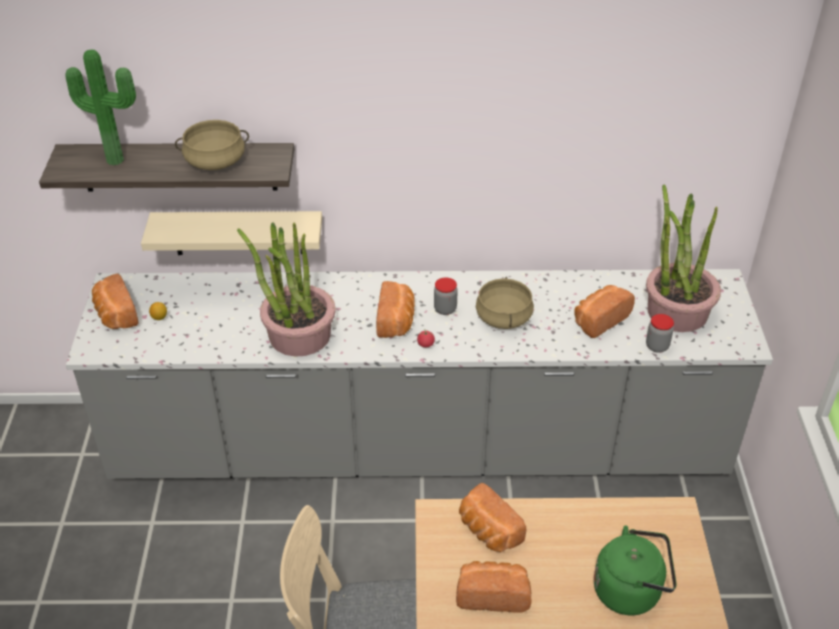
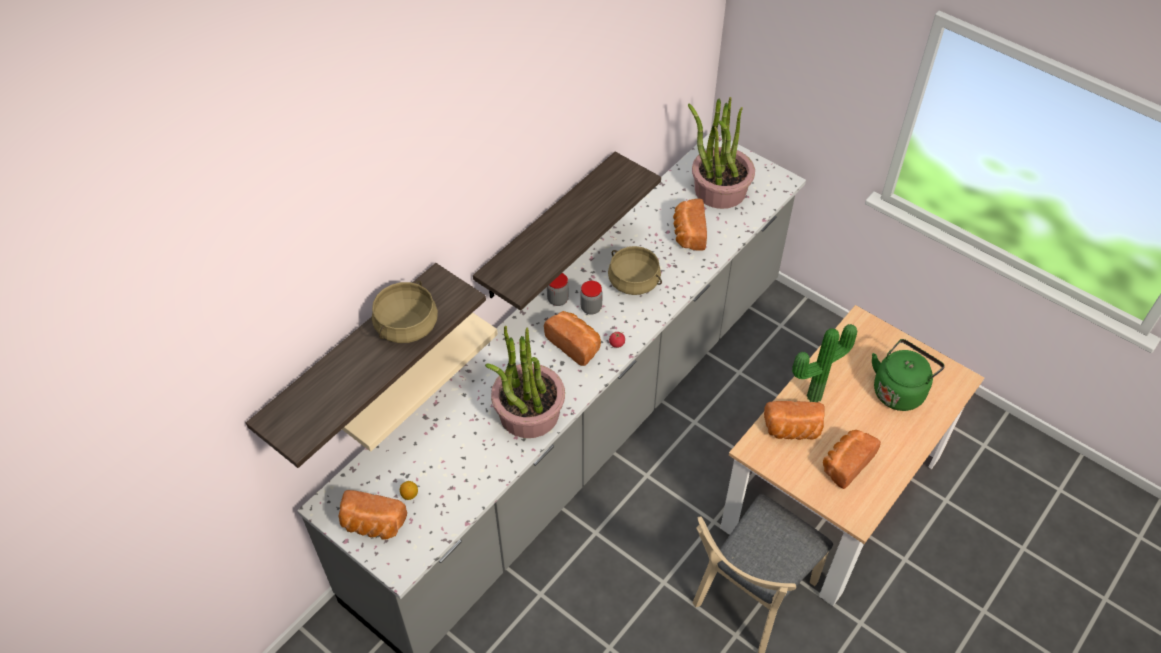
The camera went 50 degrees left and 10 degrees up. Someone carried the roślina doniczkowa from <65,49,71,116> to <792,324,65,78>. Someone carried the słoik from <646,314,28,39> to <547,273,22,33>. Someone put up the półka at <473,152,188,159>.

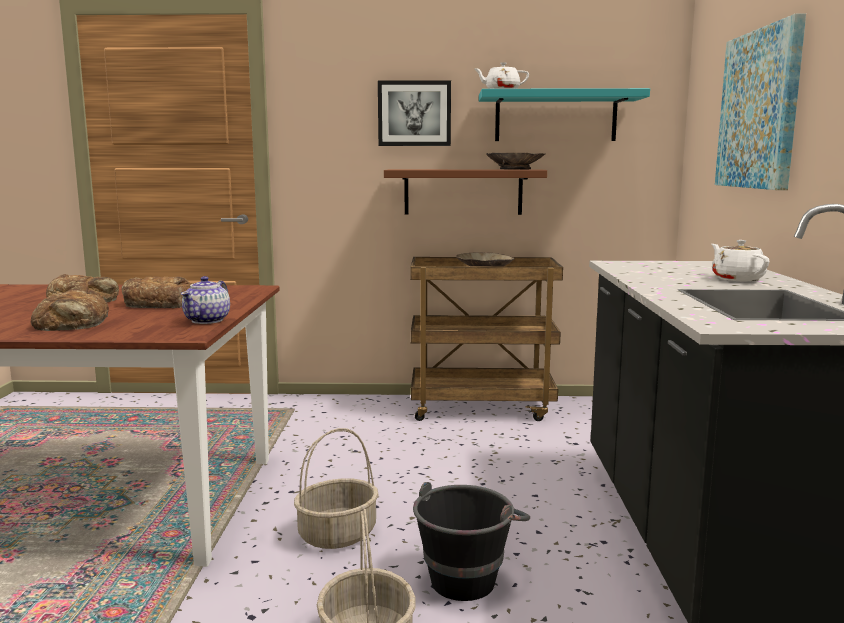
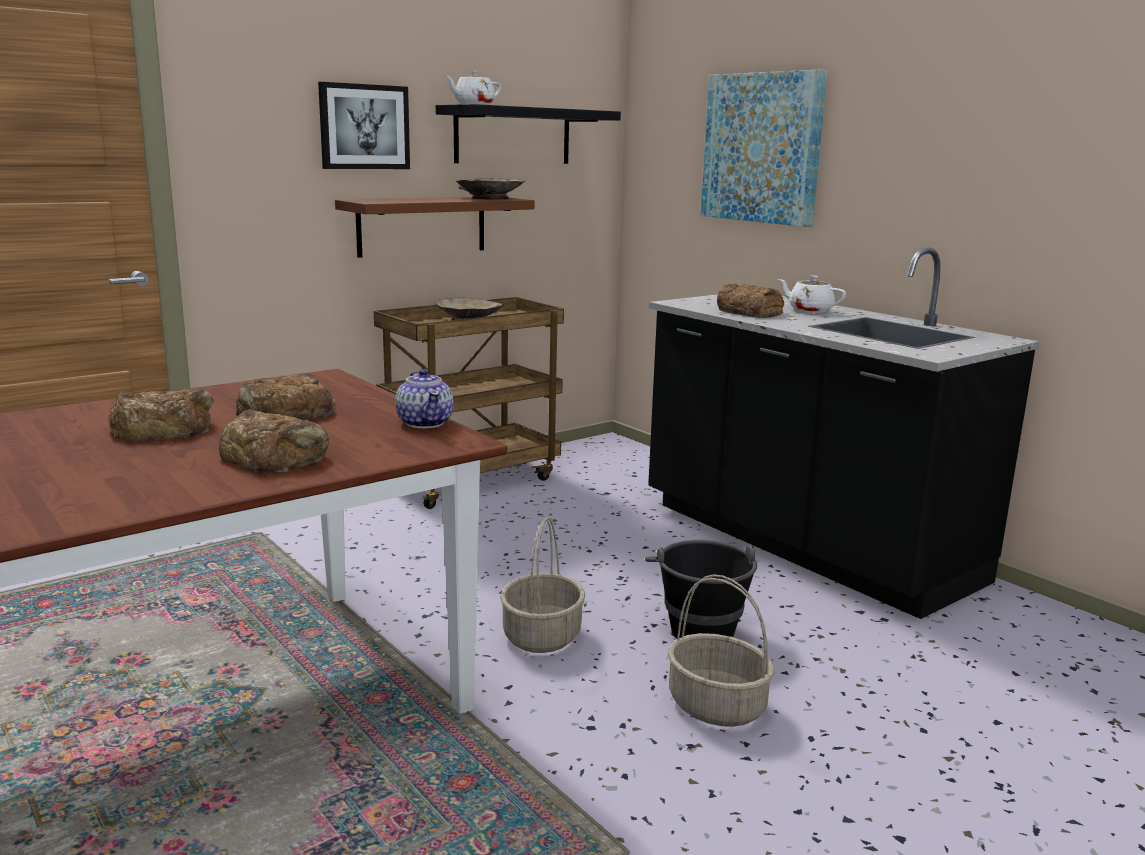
The camera went 40 degrees left and 5 degrees up. Someone repainted the półka [turkusowy] at <479,88,171,53>, which became the półka [czarny] at <436,104,185,60>. Someone put down the chleb at <717,284,67,34>.

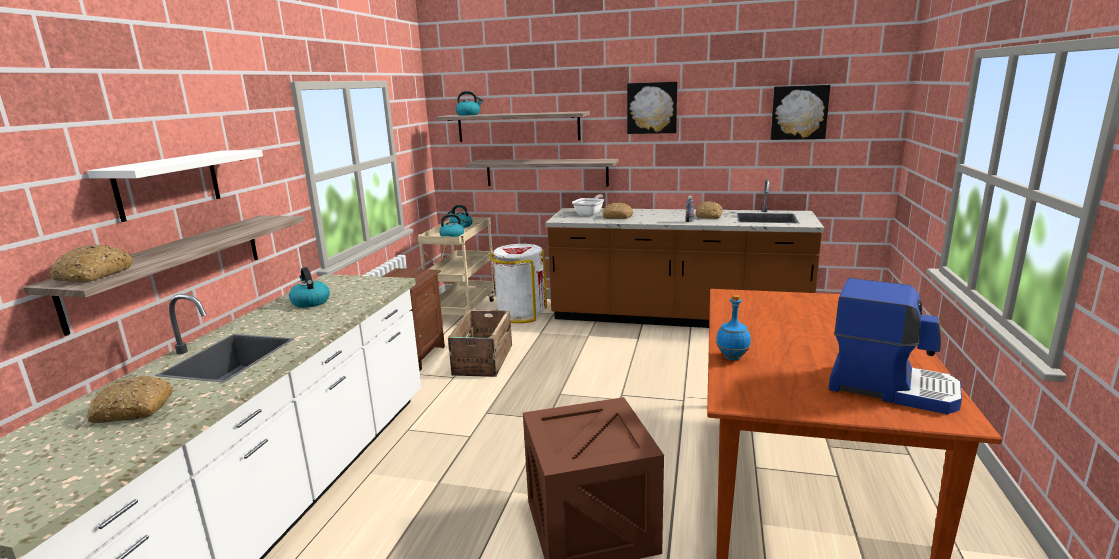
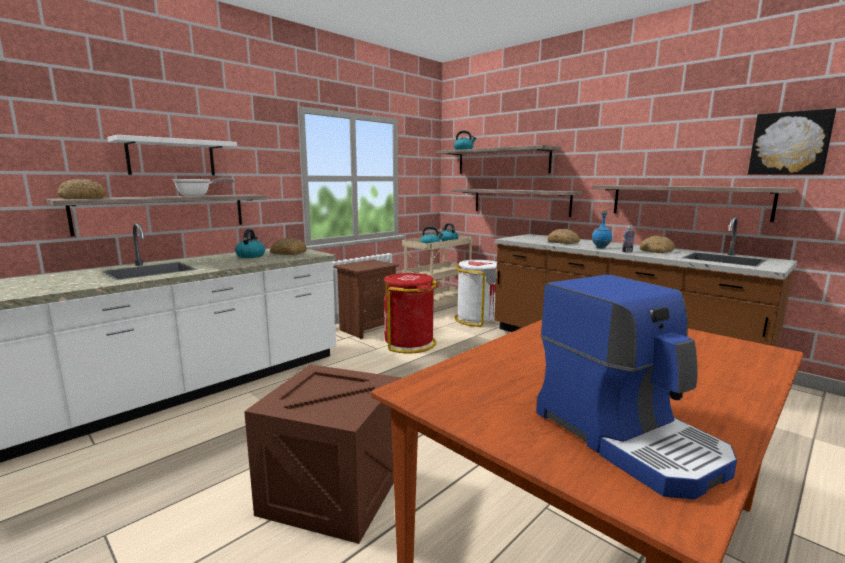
The camera went 30 degrees right and 5 degrees down. Someone took away the obraz at <627,82,51,52>. Someone carried the patelnia from <572,195,32,21> to <173,178,62,19>. Someone carried the butelka [niebieski] from <716,295,35,65> to <592,210,20,38>. Someone swapped the skrzynka at <448,310,64,67> for the kosz na śmieci [czerwony] at <384,273,54,81>. Someone carried the chleb from <87,376,86,47> to <270,238,37,17>. Someone put up the półka at <592,185,204,37>.

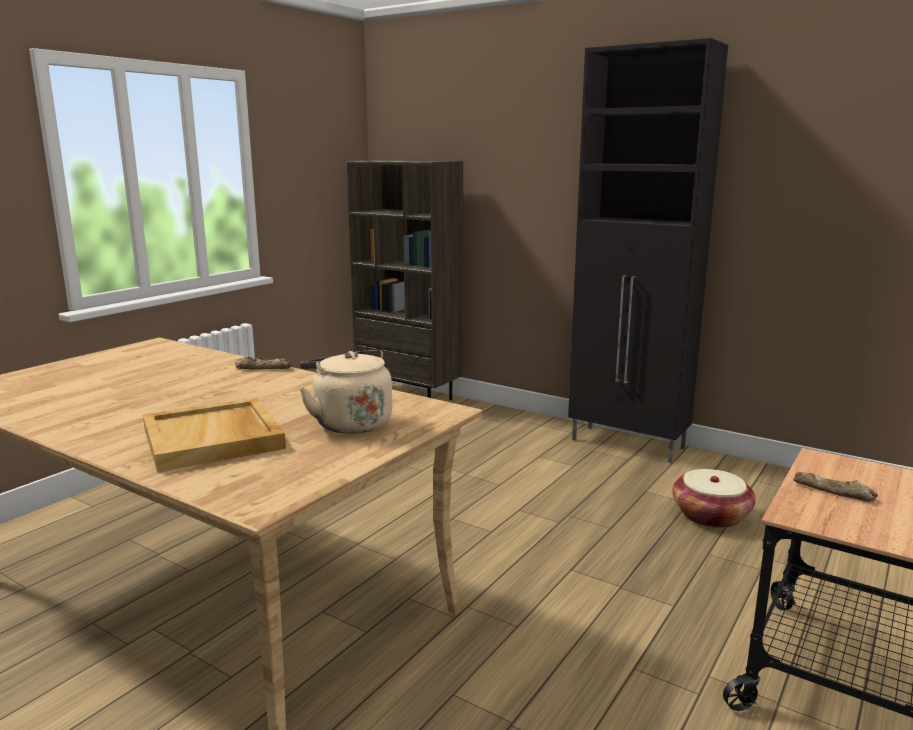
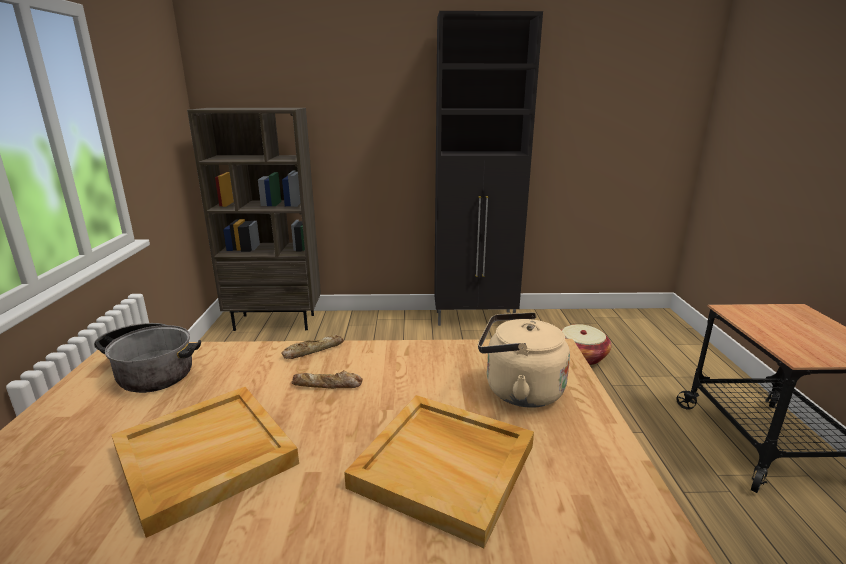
The camera went 35 degrees left and 5 degrees up. Someone carried the chleb from <793,472,85,30> to <291,370,72,19>. Someone put down the garnek at <94,323,107,70>. Someone put down the taca [beżowy] at <111,387,188,151>.

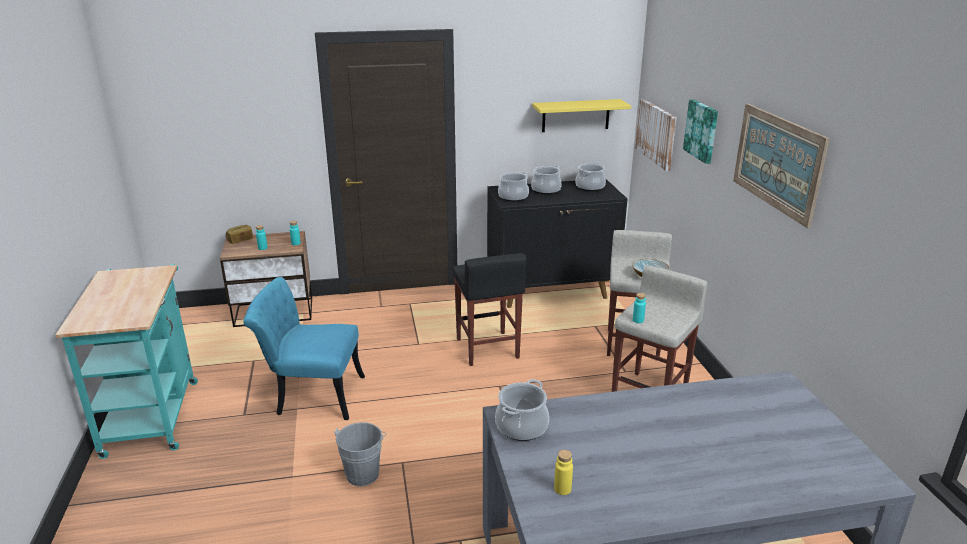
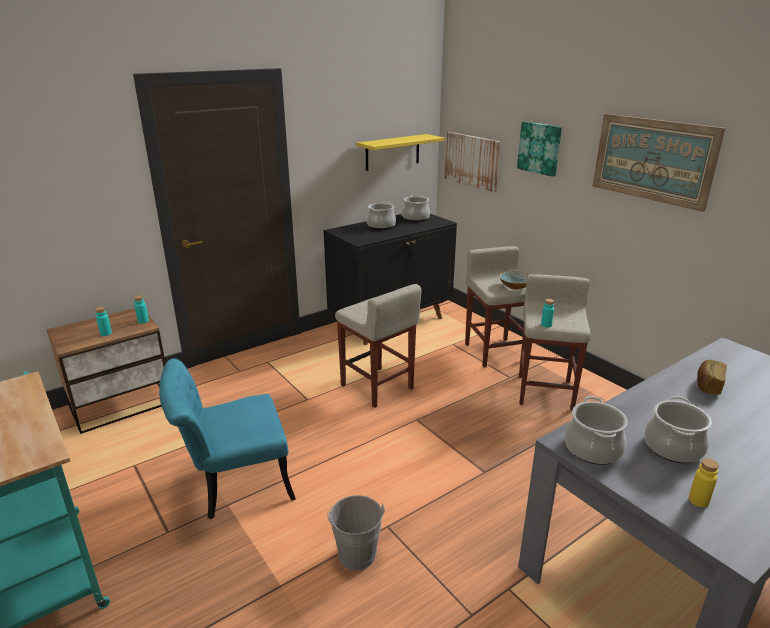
The camera went 25 degrees left and 0 degrees up. Someone carried the garnek from <498,172,31,30> to <644,396,68,67>. Someone carried the chleb from <226,225,27,19> to <697,360,30,35>. Someone repainted the stołek [czarny] at <453,253,73,113>, which became the stołek [beżowy] at <335,284,86,124>.

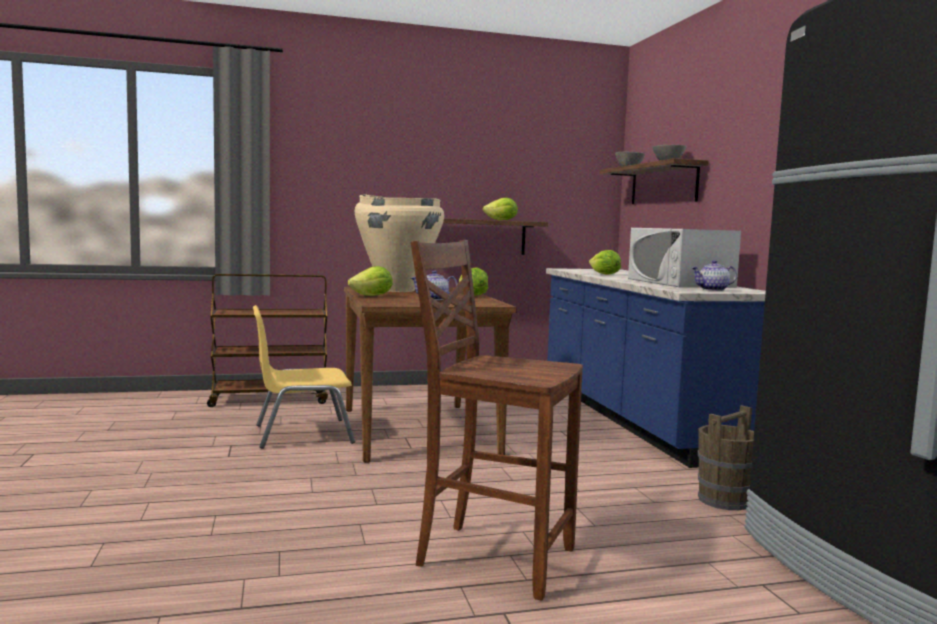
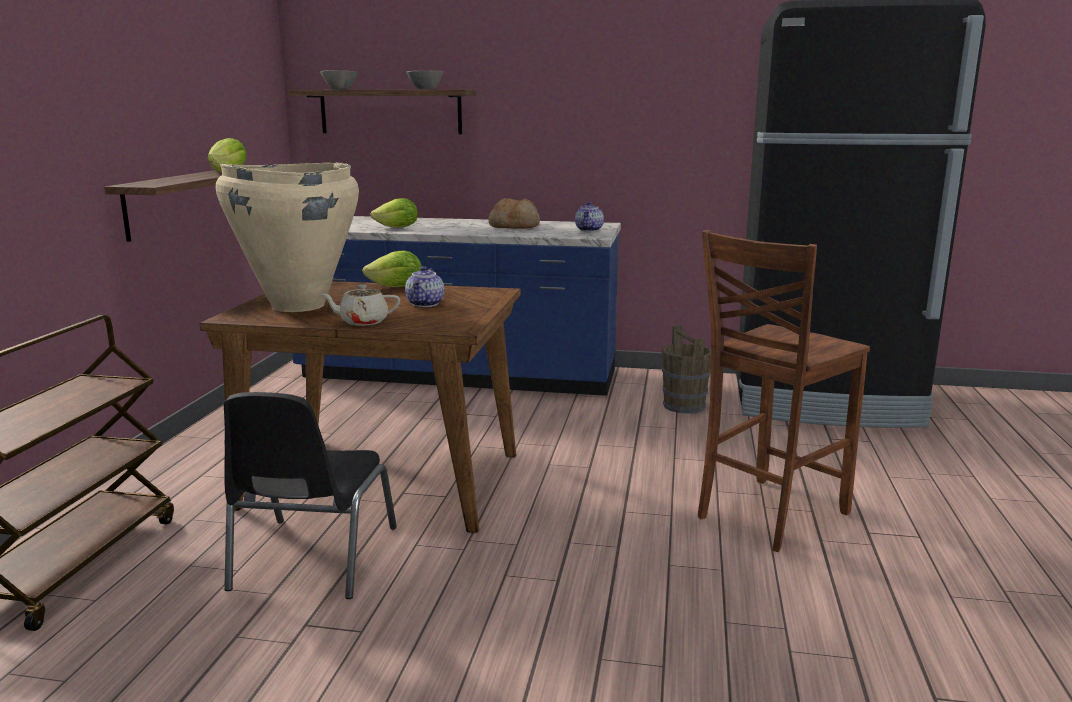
The camera went 65 degrees left and 10 degrees up. Someone swapped the mikrofalówka [biały] at <628,228,113,60> for the chleb at <489,198,51,31>. Someone swapped the sałata at <348,266,45,30> for the imbryk [beżowy] at <320,284,80,42>. Someone repainted the krzesło [żółty] at <253,305,102,144>, which became the krzesło [czarny] at <224,392,173,207>.

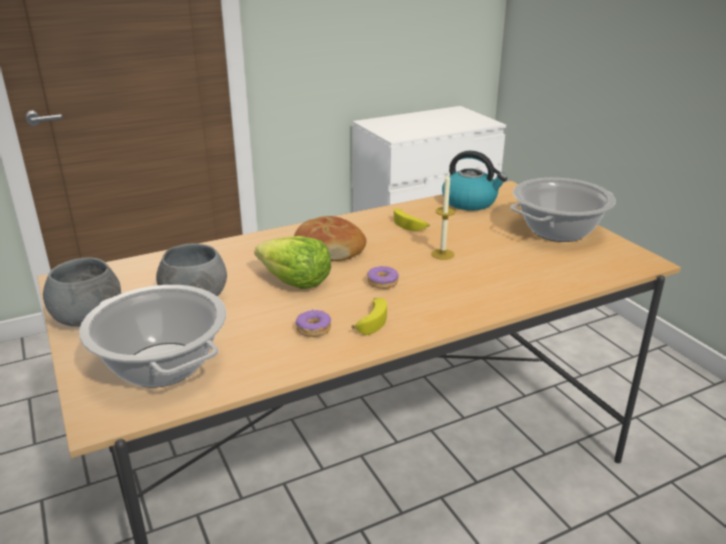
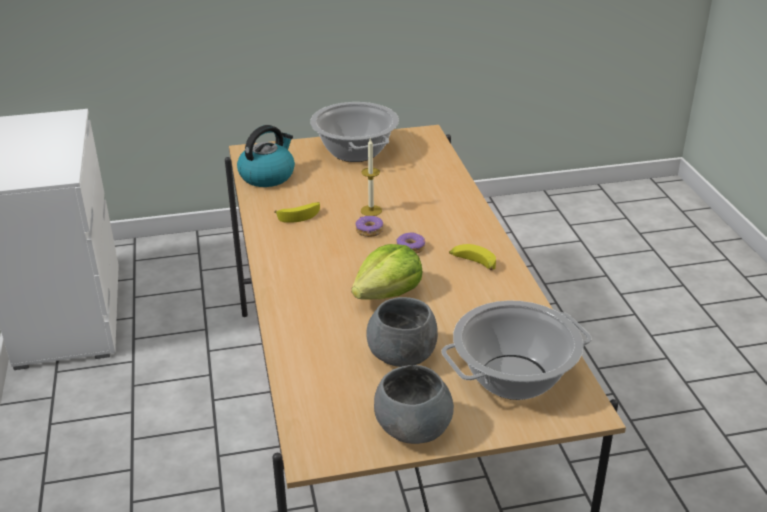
The camera went 75 degrees left and 5 degrees up. Someone took away the chleb at <294,216,72,45>. Someone carried the donut from <295,309,36,28> to <356,216,28,21>.

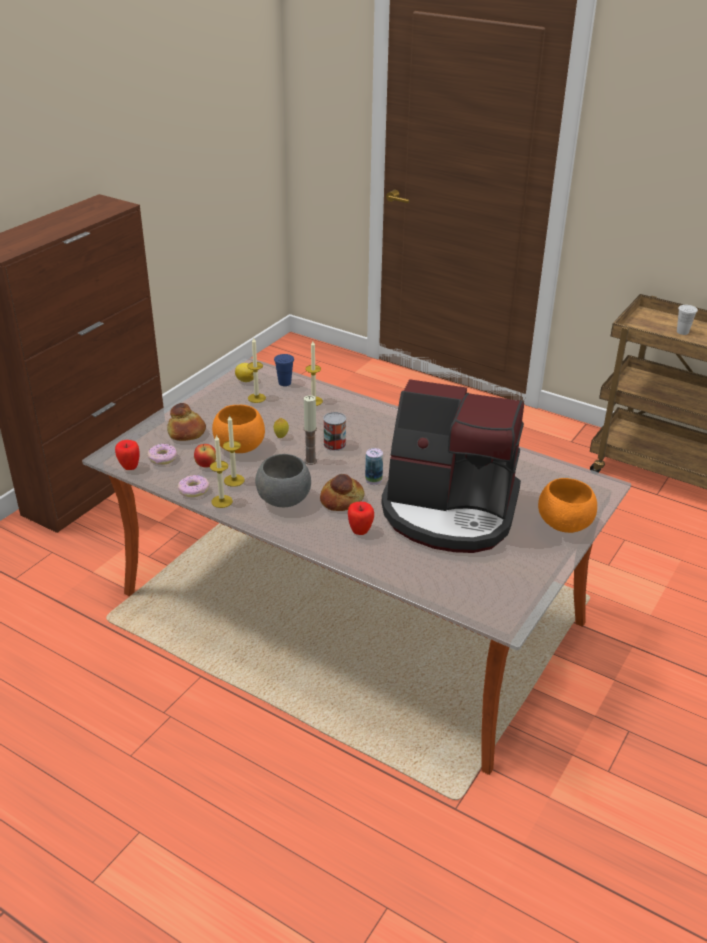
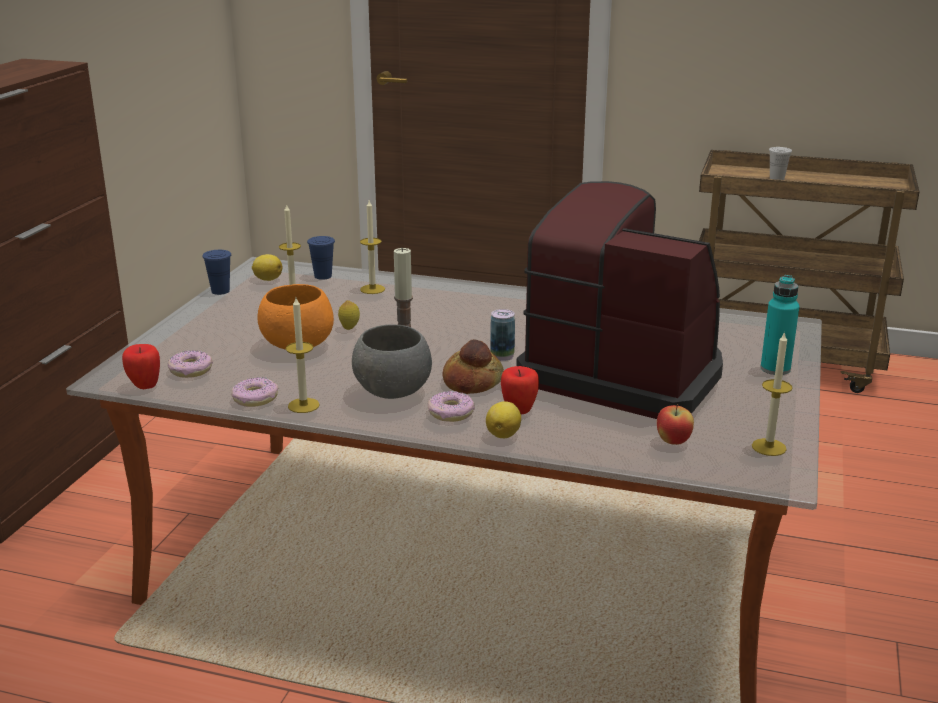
The camera went 15 degrees left and 10 degrees down. Someone rotated the ekspres do kawy at <382,379,142,174> by 150 degrees counterclockwise. Someone took away the chleb at <167,403,39,38>. Someone took away the puszka at <323,412,23,39>. Someone carried the świeca from <223,414,22,73> to <752,331,40,125>. Someone carried the jabłko from <194,444,22,24> to <657,404,37,41>. Someone swapped the miska [pomarańczowy] at <538,478,59,55> for the butelka [turkusowy] at <761,275,38,100>. Someone put down the filiżanka [niebieski] at <202,250,29,45>. Someone put down the donut at <428,391,47,31>. Someone put down the cytryna at <486,401,35,37>.

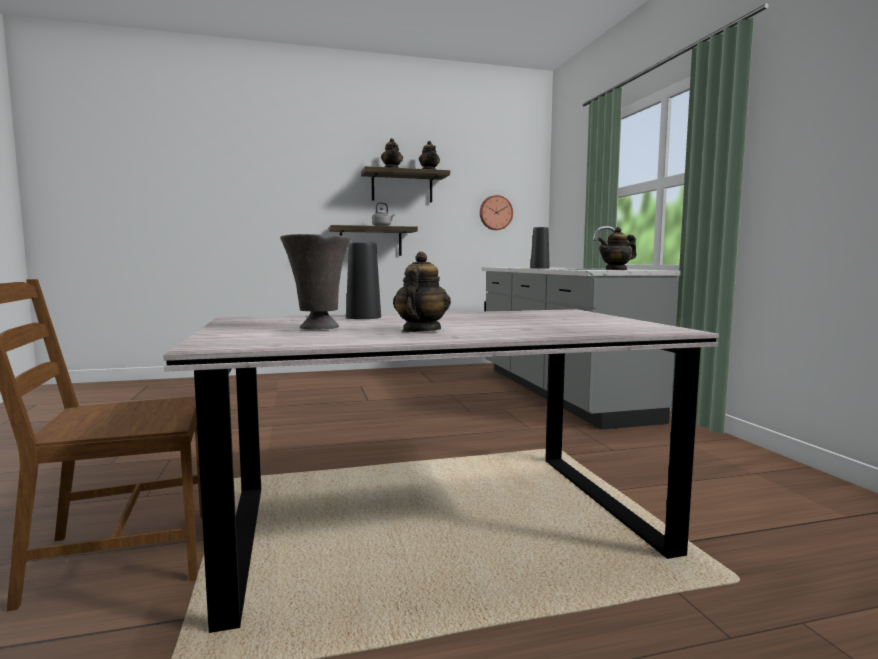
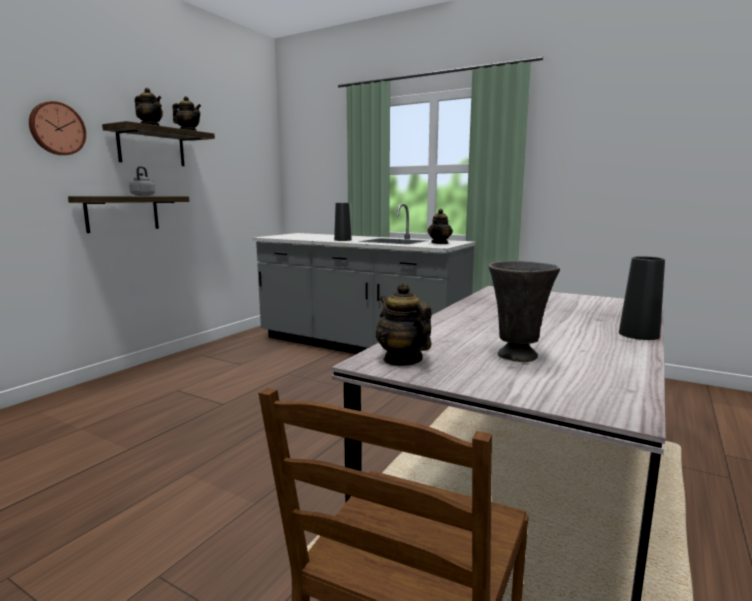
The camera went 45 degrees left and 5 degrees up. Someone carried the zegar ścienny from <480,195,33,35> to <29,101,57,54>. Someone carried the wazon [czarny] from <346,242,35,77> to <619,256,46,84>. Someone carried the imbryk from <393,252,58,80> to <376,282,56,84>.

